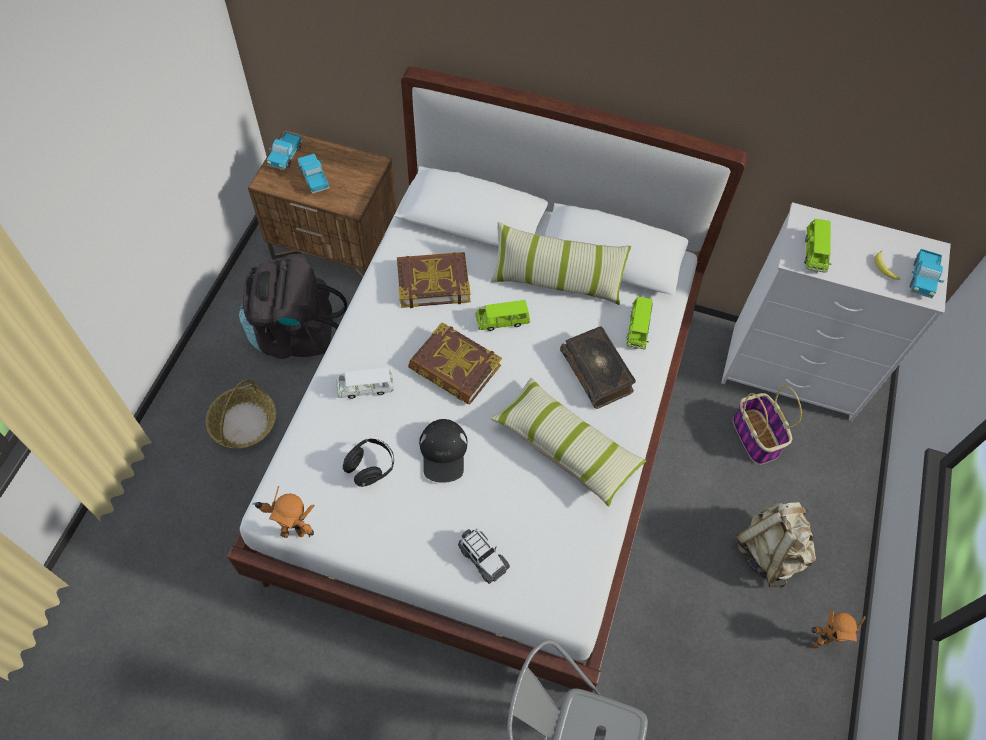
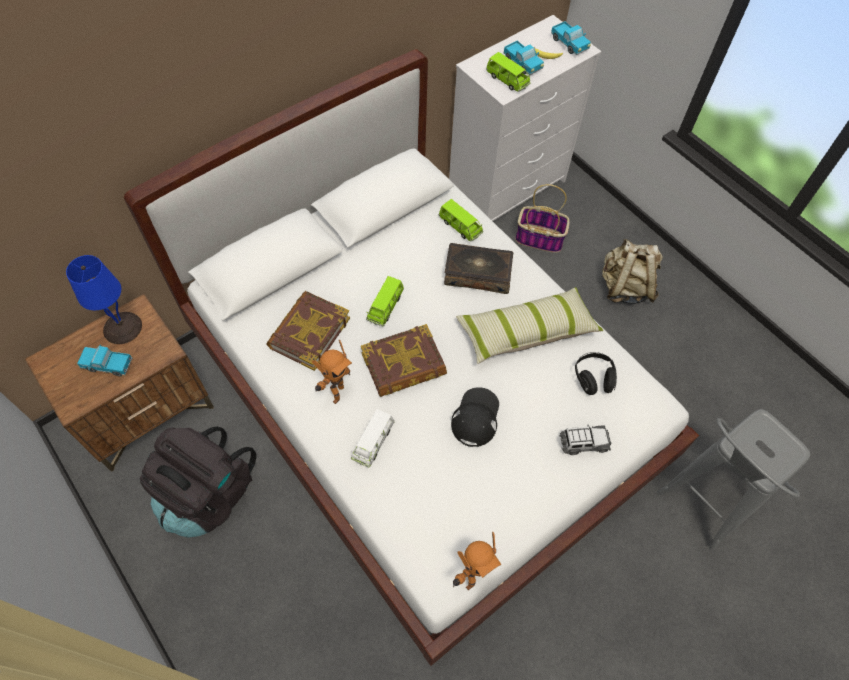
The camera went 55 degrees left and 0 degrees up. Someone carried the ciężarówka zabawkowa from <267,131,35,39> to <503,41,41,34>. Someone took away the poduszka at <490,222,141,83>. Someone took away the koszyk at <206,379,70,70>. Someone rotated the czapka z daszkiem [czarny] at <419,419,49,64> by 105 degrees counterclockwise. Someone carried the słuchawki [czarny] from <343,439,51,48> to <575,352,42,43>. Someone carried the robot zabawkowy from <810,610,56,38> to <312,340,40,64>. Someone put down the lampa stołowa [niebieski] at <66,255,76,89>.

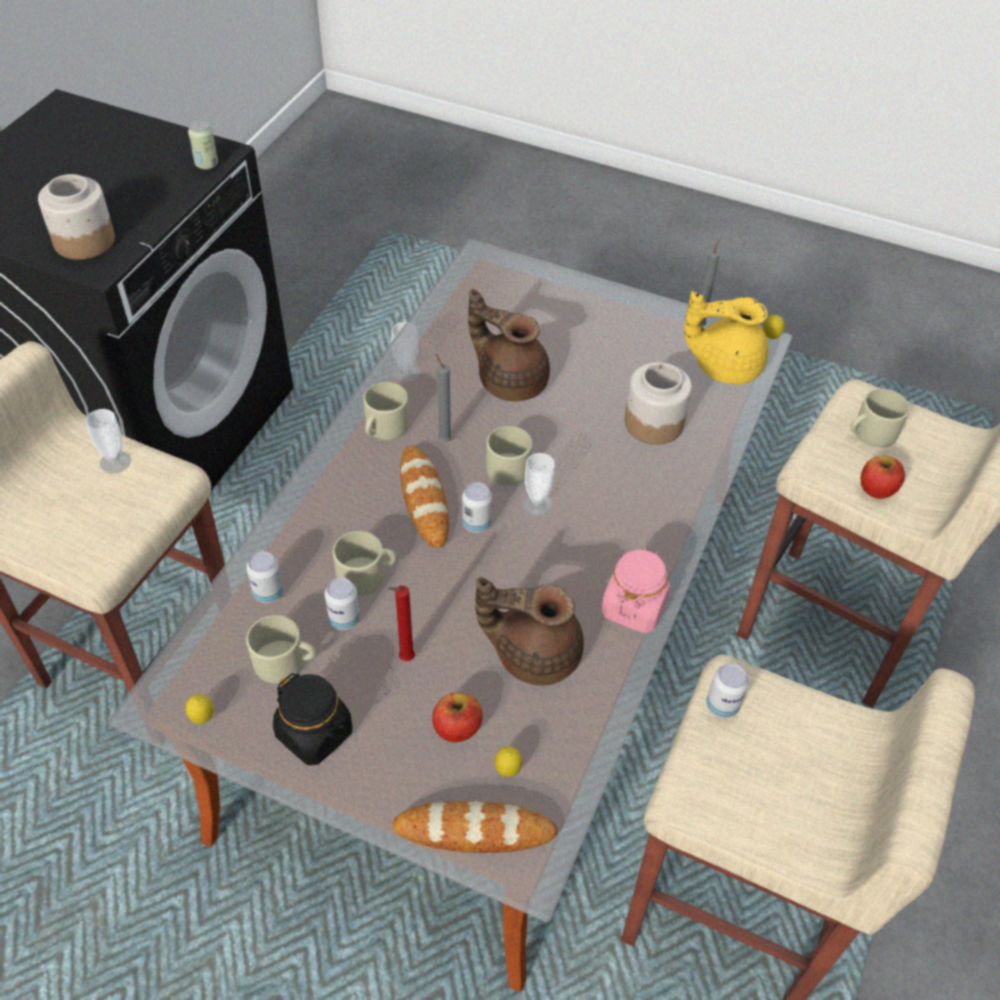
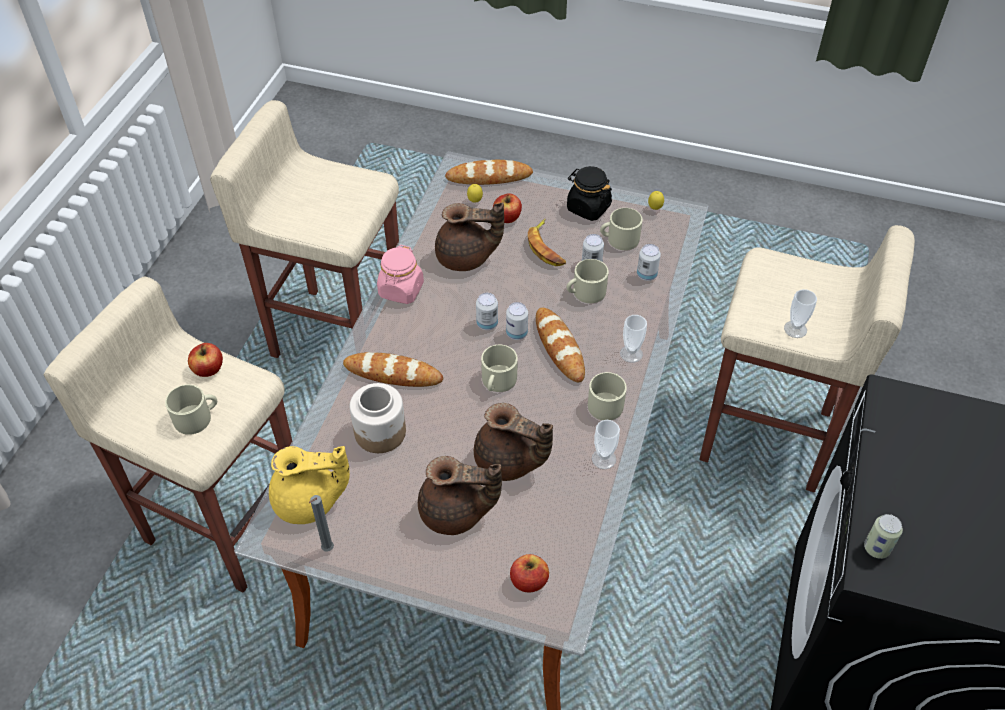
The camera went 175 degrees right and 0 degrees up. Someone took away the słoik at <38,174,77,86>. Someone took away the cytryna at <763,315,21,24>. Someone took away the świeca [szary] at <435,353,17,89>. Someone carried the filiżanka from <522,453,33,63> to <620,315,27,48>. Someone swapped the świeca [czerwony] at <388,586,27,75> for the banan at <528,219,38,47>. Someone carried the puszka from <706,663,43,55> to <476,293,22,37>. Someone put down the chleb at <343,352,100,35>. Someone put down the imbryk [brązowy] at <418,456,84,79>. Someone put down the jabłko at <510,554,39,38>.

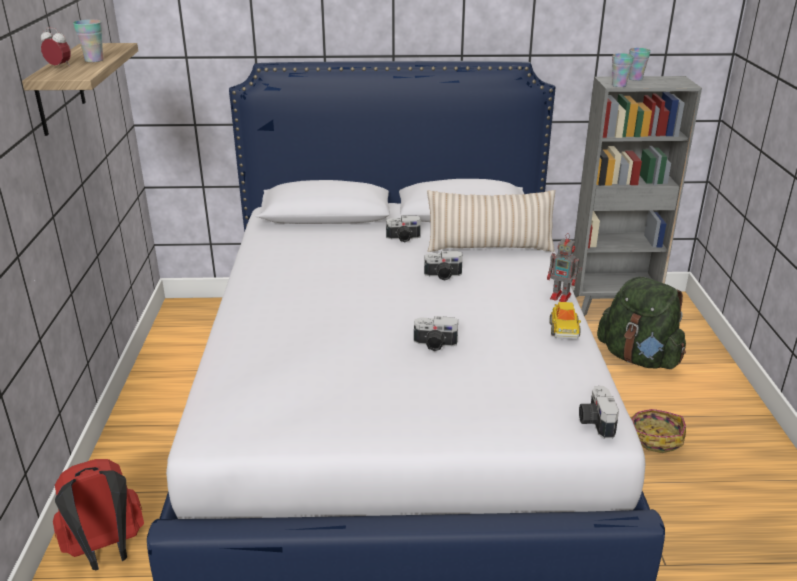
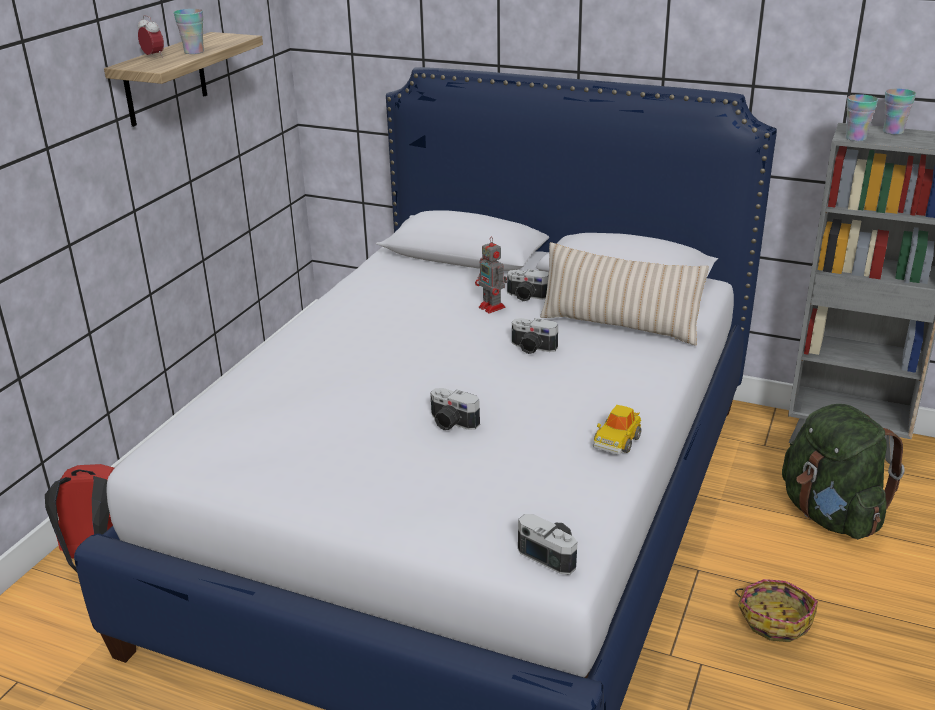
The camera went 25 degrees right and 0 degrees up. Someone carried the robot zabawkowy from <547,233,35,69> to <475,237,32,76>. Someone rotated the aparat fotograficzny at <579,386,40,53> by 105 degrees clockwise.

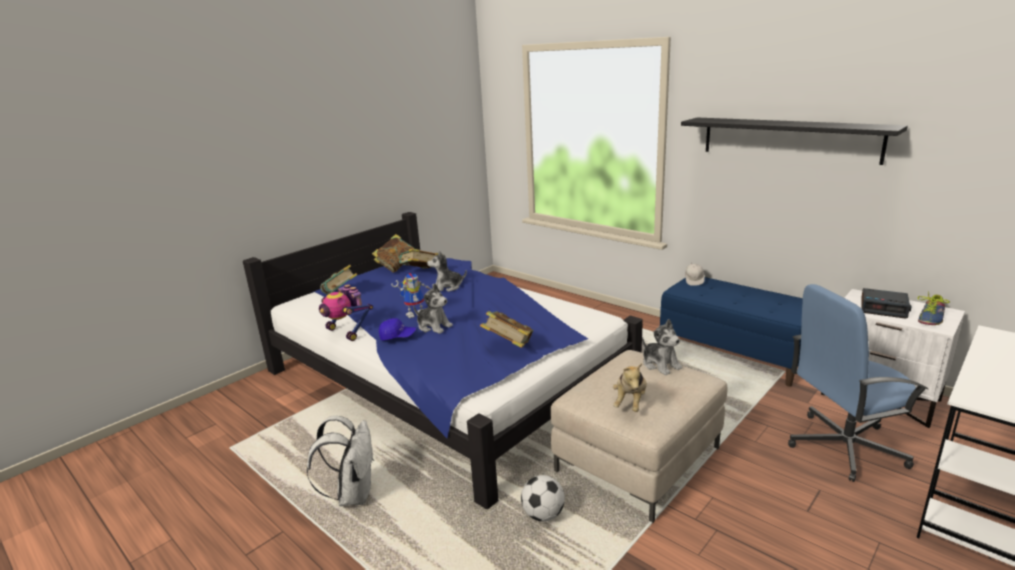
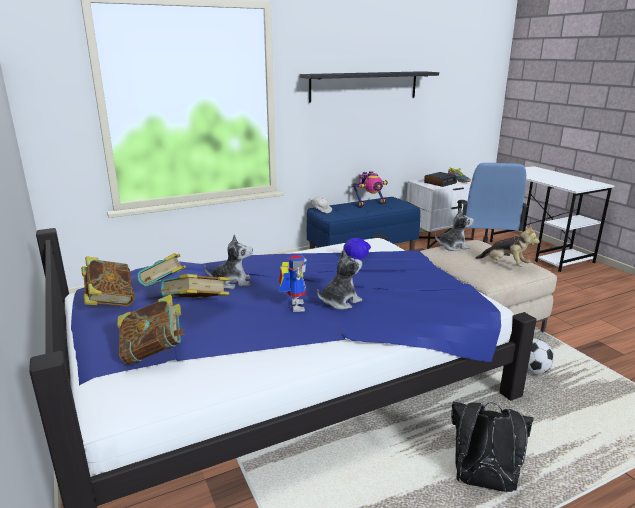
The camera went 70 degrees left and 0 degrees up. Someone rotated the pluszak at <427,251,40,41> by 105 degrees counterclockwise. Someone carried the robot zabawkowy from <319,284,54,57> to <351,171,37,36>. Someone carried the książka from <480,311,53,37> to <160,274,69,25>. Someone carried the czapka z daszkiem [niebieski] from <379,318,37,22> to <343,238,28,21>. Someone repainted the plecak [biały] at <307,416,66,90>, which became the plecak [czarny] at <451,401,83,91>.

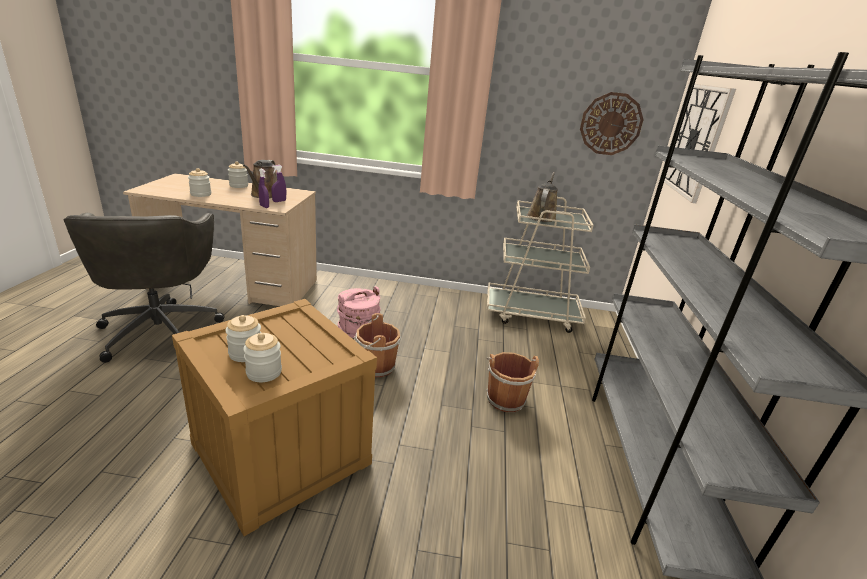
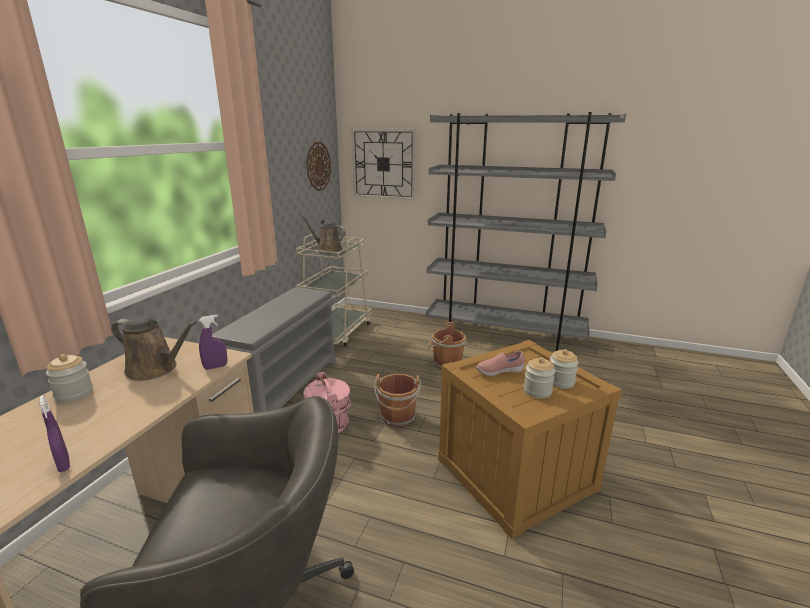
The camera went 75 degrees left and 5 degrees down. Someone carried the spryskiwacz [fioletowy] from <271,165,15,37> to <39,395,31,77>. Someone took away the słoik at <188,168,23,29>. Someone put down the regał na buty [szary] at <212,287,124,126>. Someone put down the but [różowy] at <476,351,49,25>.

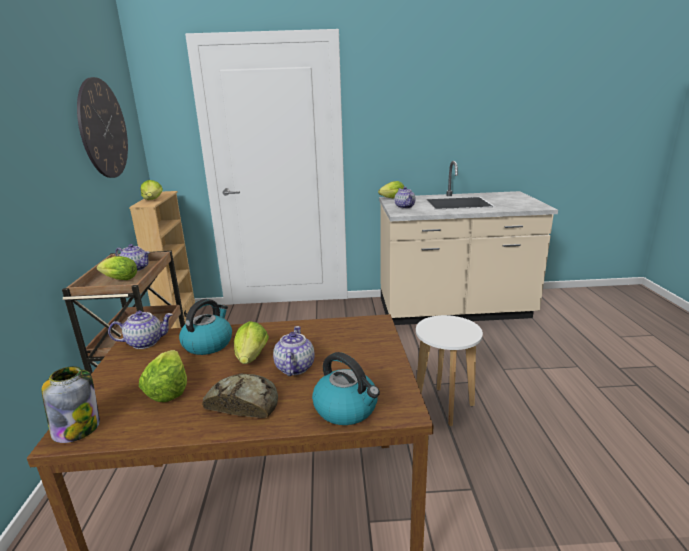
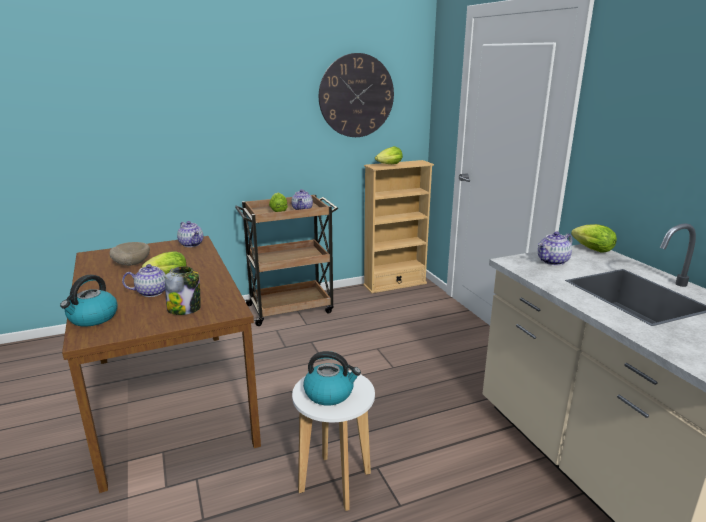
The camera went 70 degrees right and 0 degrees up. Someone carried the czajnik from <179,299,53,56> to <303,351,58,54>. Someone swapped the sałata at <139,350,48,52> for the miska [beżowy] at <110,242,40,24>. Someone carried the słoik from <42,366,58,77> to <165,266,36,49>. Someone took away the chleb at <202,374,76,44>.

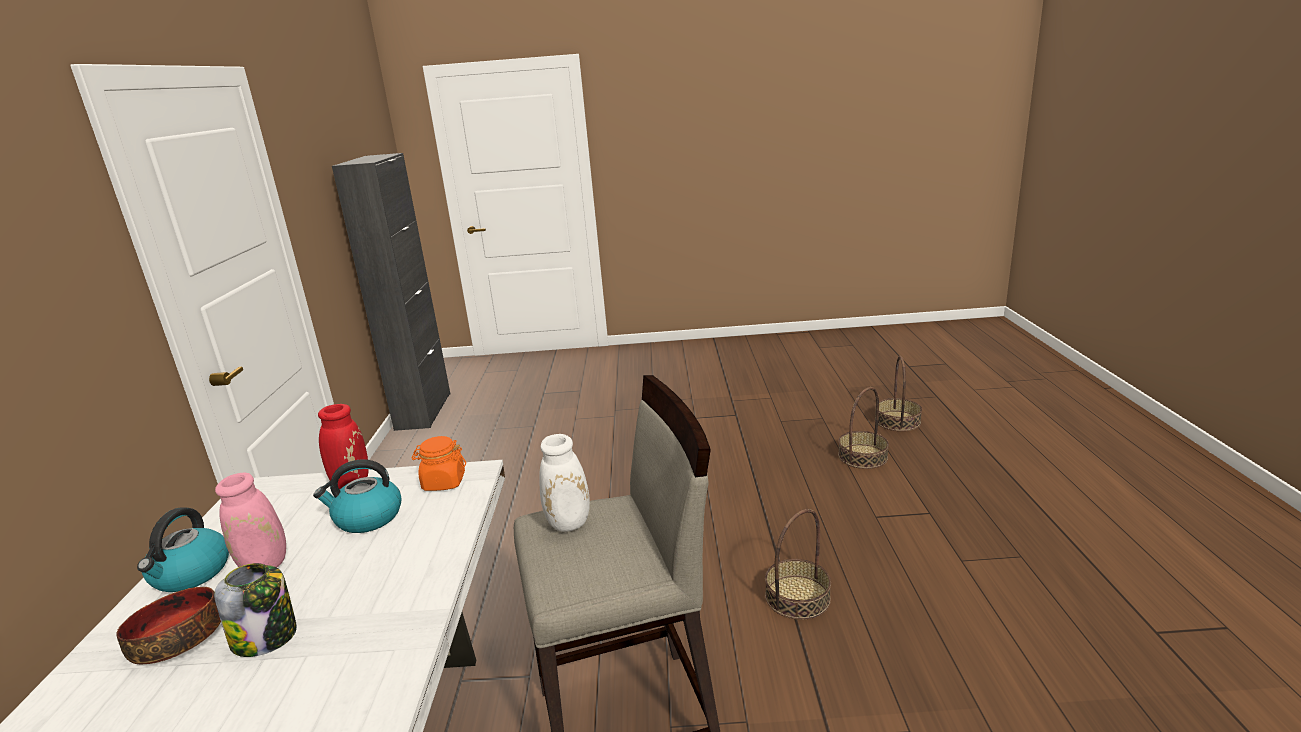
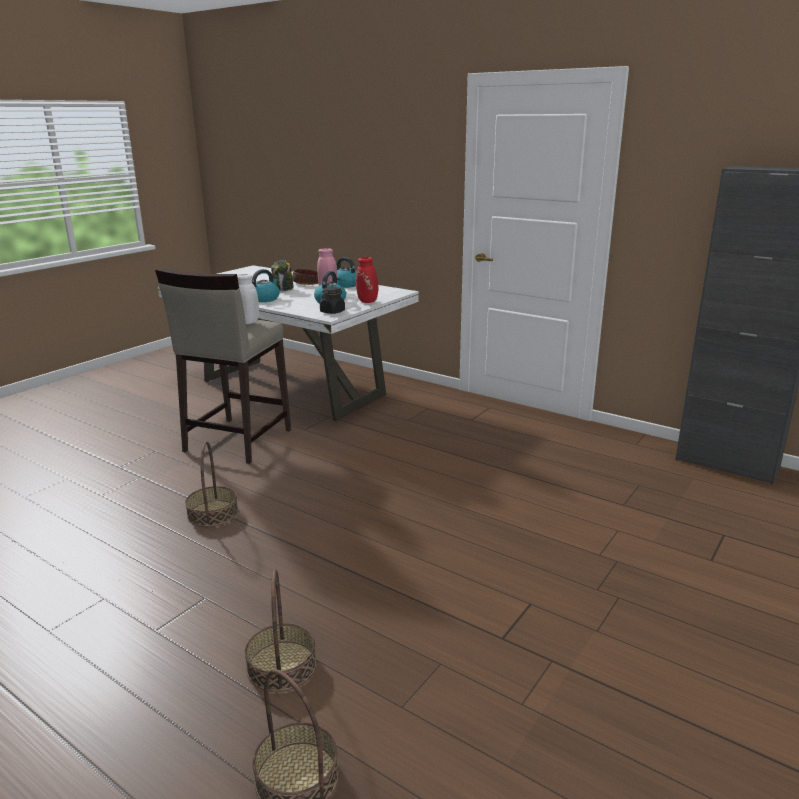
The camera went 125 degrees right and 0 degrees up. Someone repainted the słoik [pomarańczowy] at <412,436,54,55>, which became the słoik [czarny] at <320,287,25,27>. Someone put down the czajnik at <252,269,28,33>.

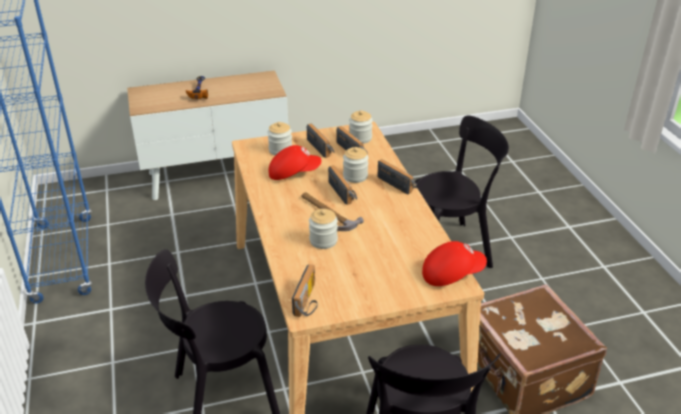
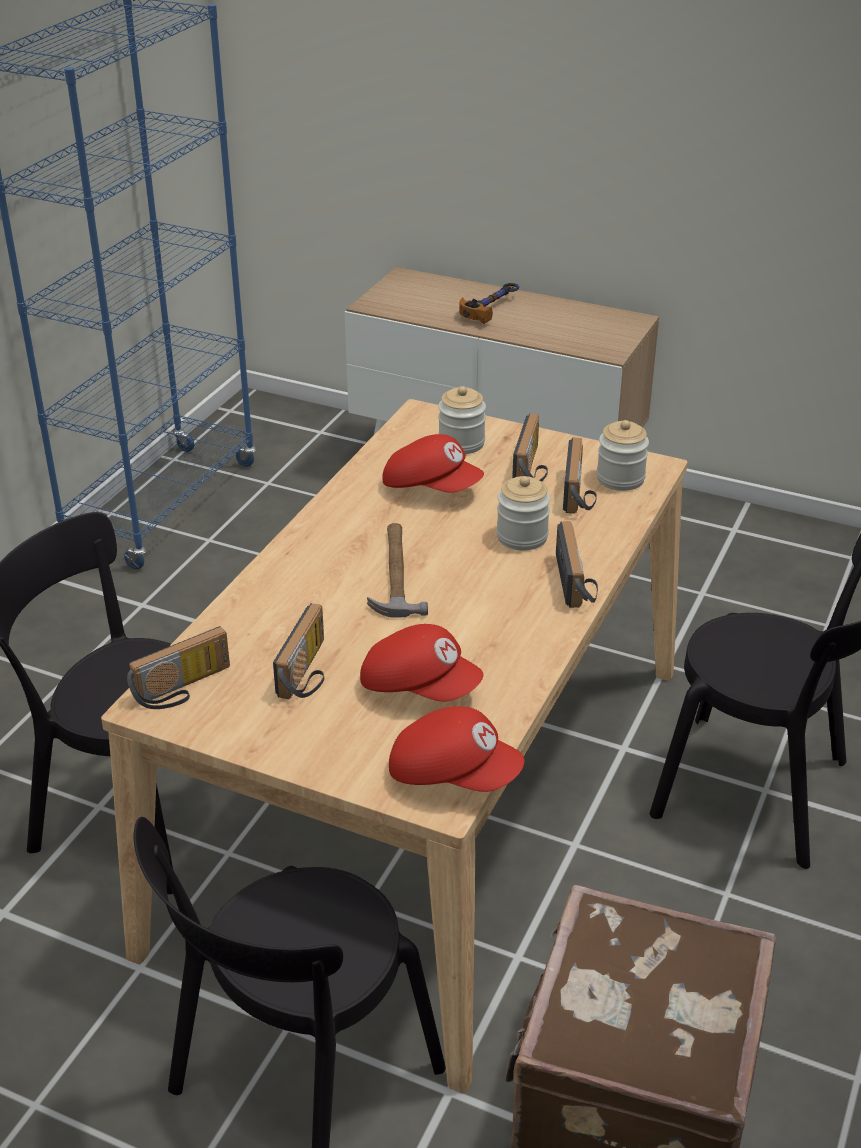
The camera went 40 degrees right and 0 degrees up. Someone carried the radio from <328,165,29,40> to <273,603,51,96>. Someone took away the słoik at <309,209,29,40>. Someone put down the czapka z daszkiem [czerwony] at <360,624,123,78>.

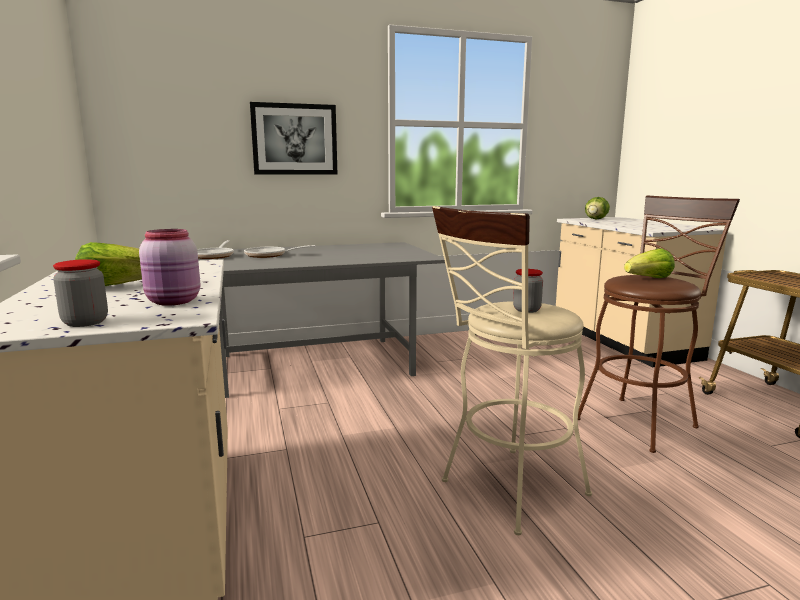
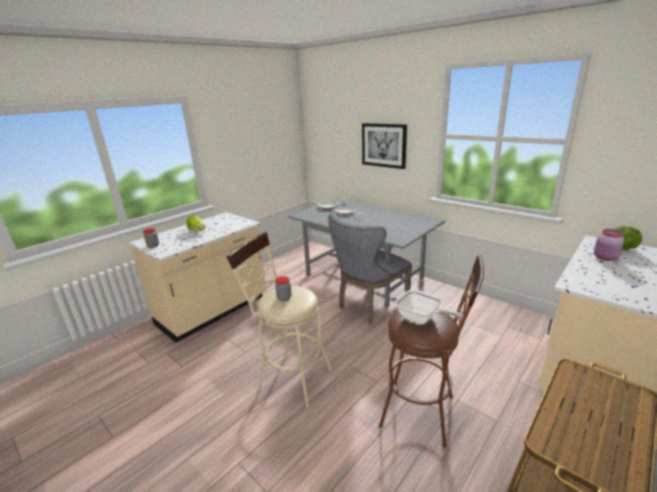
The camera went 60 degrees right and 10 degrees up. Someone carried the słoik [różowy] from <139,229,61,77> to <594,229,30,32>. Someone swapped the sałata at <624,248,51,30> for the patelnia at <395,289,69,35>. Someone put down the krzesło [szary] at <328,213,84,111>.

